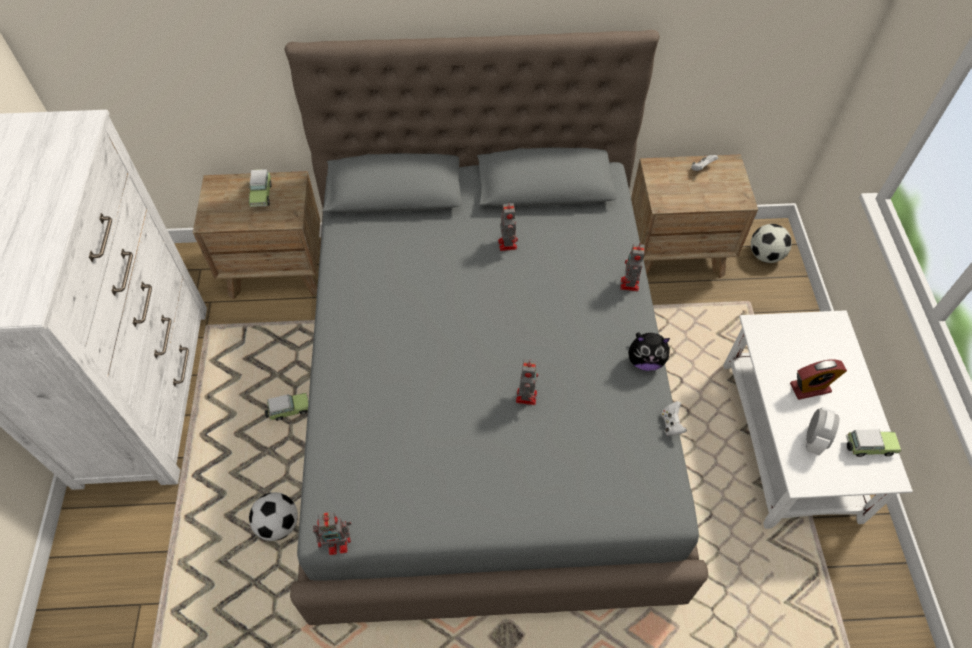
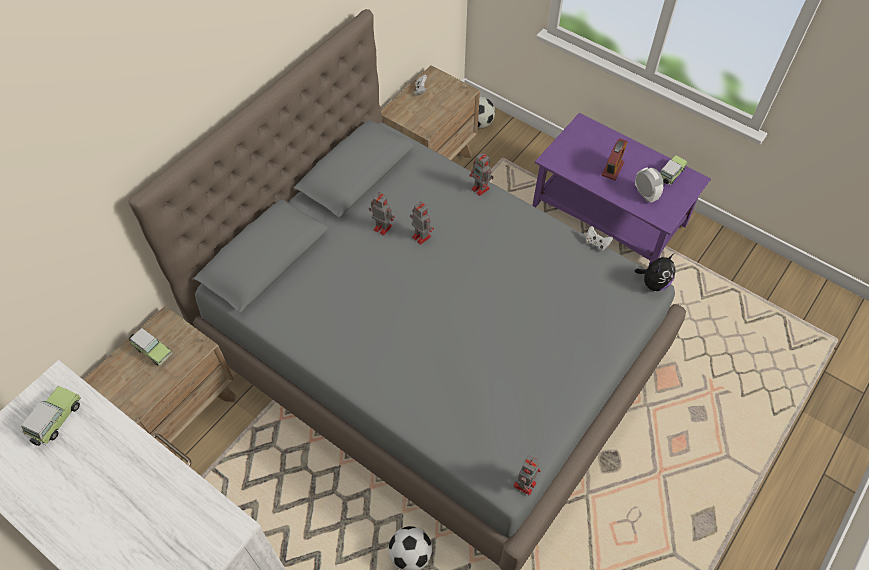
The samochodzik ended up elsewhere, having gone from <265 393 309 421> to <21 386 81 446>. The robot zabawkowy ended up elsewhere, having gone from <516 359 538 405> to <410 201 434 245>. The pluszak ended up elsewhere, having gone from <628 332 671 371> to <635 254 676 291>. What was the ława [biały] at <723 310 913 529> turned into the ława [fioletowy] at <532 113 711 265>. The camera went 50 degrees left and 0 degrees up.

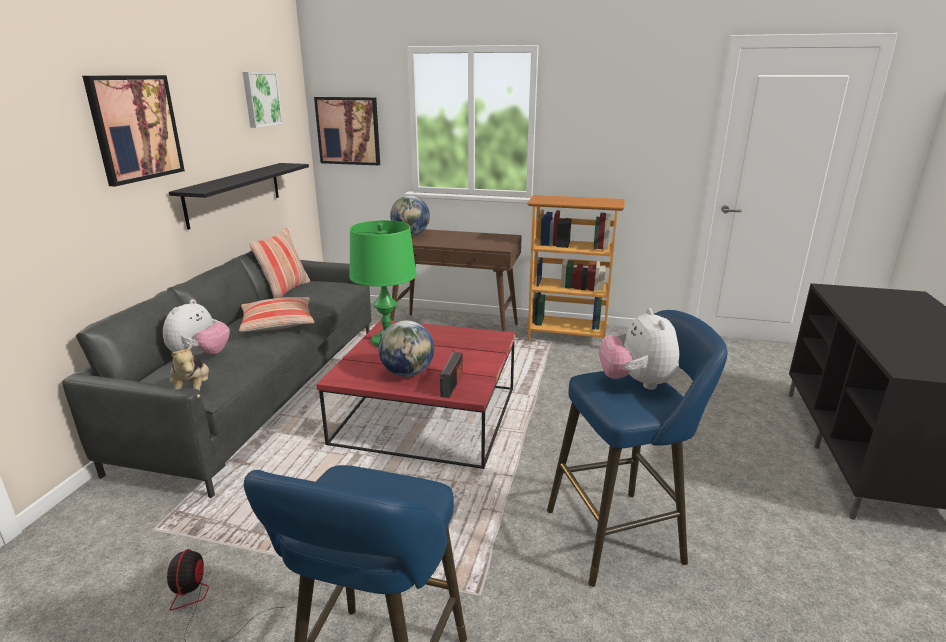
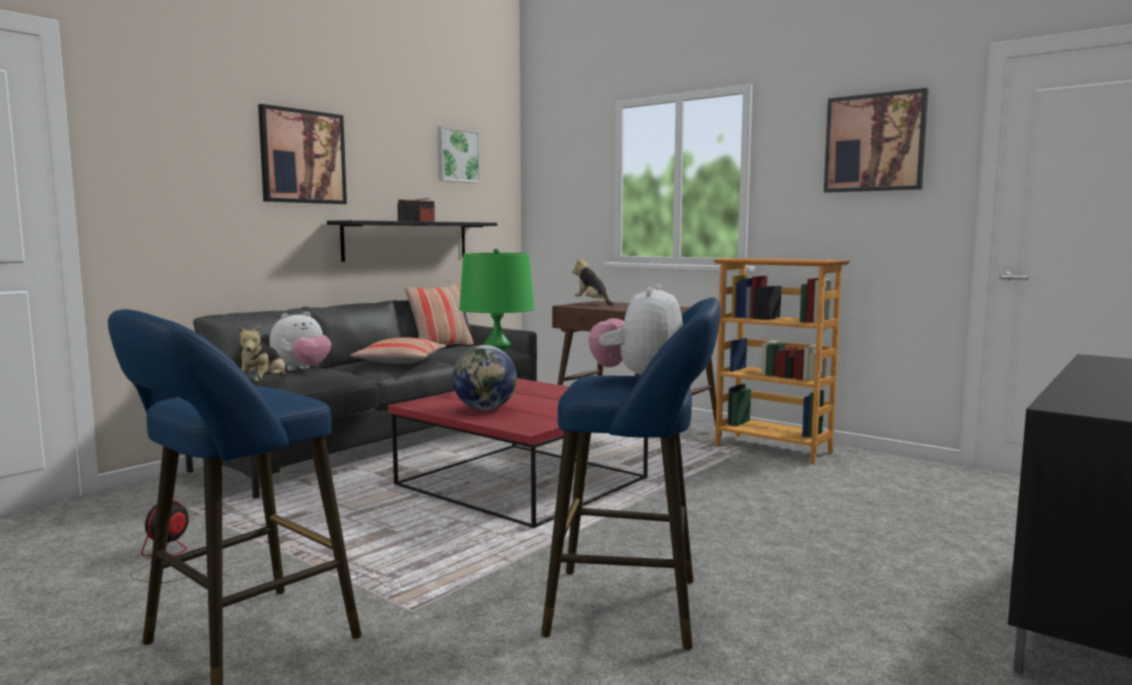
The obraz ended up elsewhere, having gone from <314 97 380 165> to <824 88 929 193>. Where the globus stood at <390 196 430 236>, the pluszak came to stand at <572 258 614 306>. The radio ended up elsewhere, having gone from <440 349 463 398> to <397 198 435 222>. The camera went 25 degrees right and 15 degrees down.

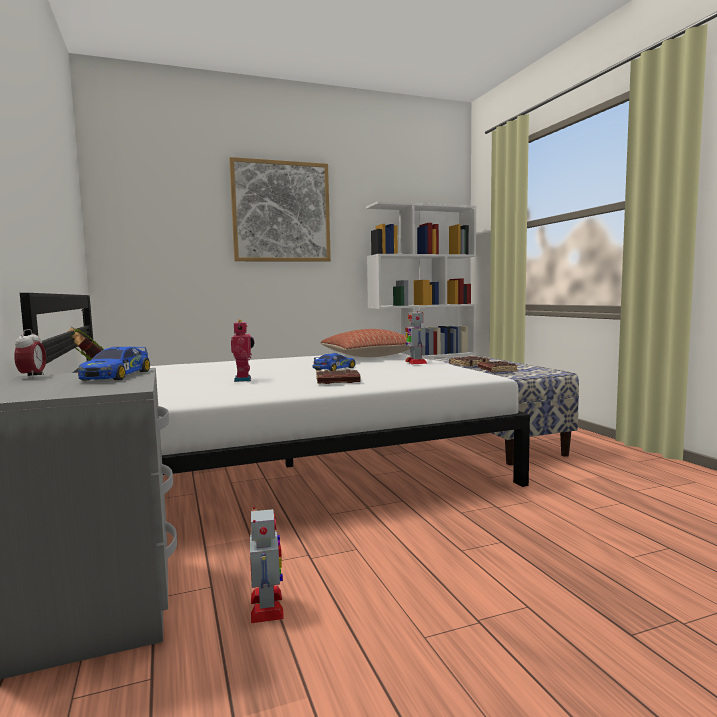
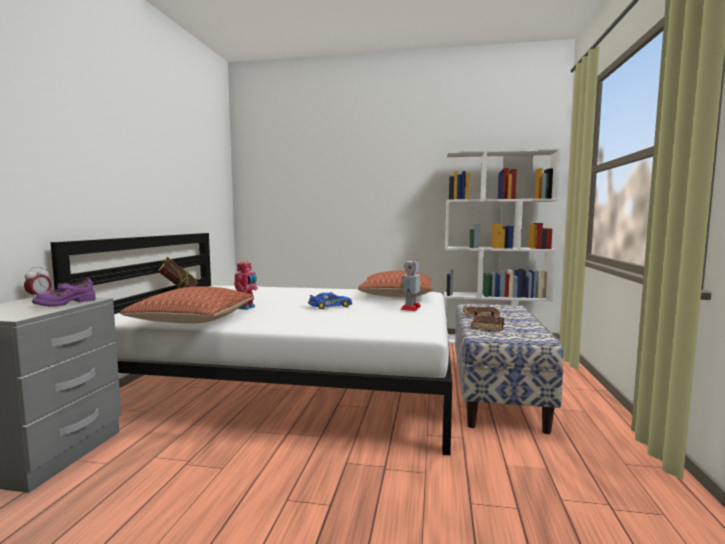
Where the samochodzik stood at <78 347 150 381>, the but [fioletowy] came to stand at <32 278 96 307>. The second view lost the obraz at <229 157 331 262>. The second view lost the robot zabawkowy at <250 507 284 623>. The second view lost the książka [brązowy] at <316 369 361 384>. The second view gained the poduszka at <120 286 254 323>. The camera went 30 degrees right and 0 degrees up.

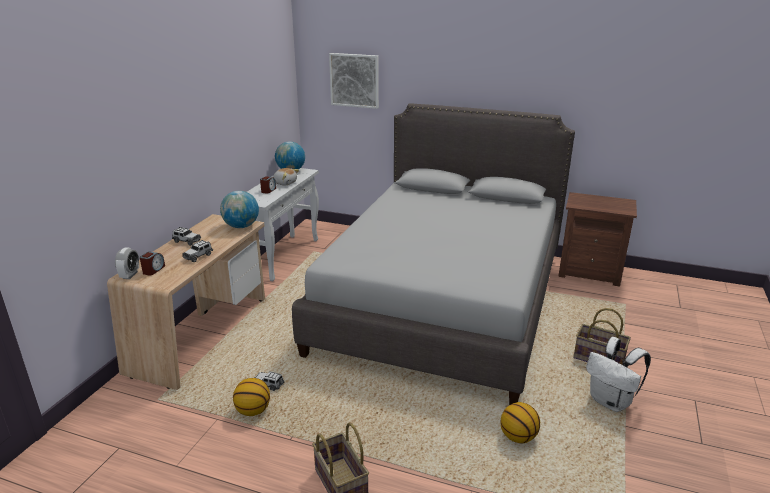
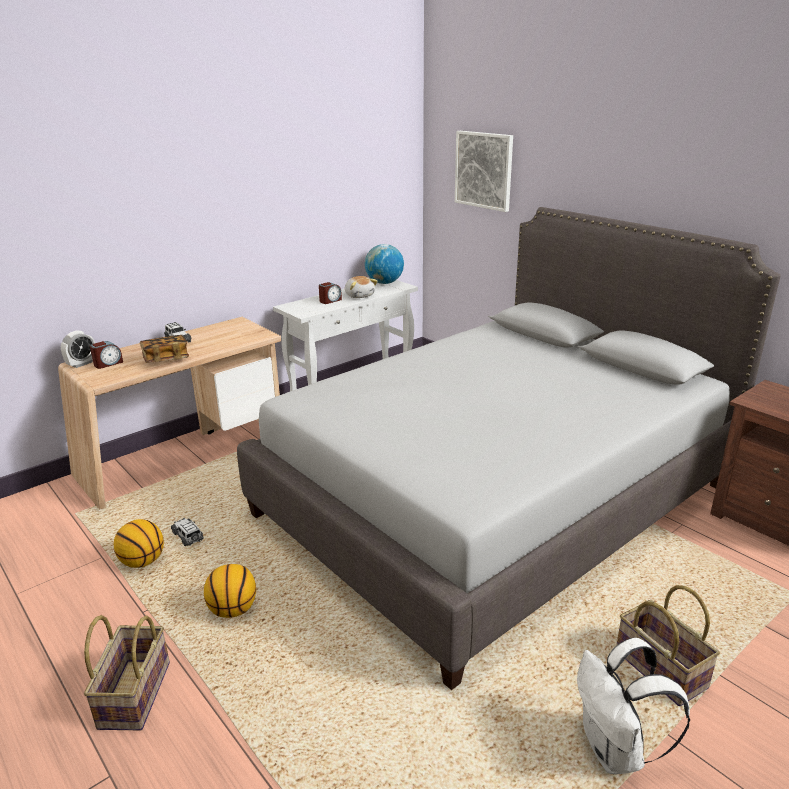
Where the samochodzik stood at <182 240 213 262>, the książka came to stand at <140 335 189 363>. The second view lost the globus at <220 191 259 228>. The piłka do koszykówki ended up elsewhere, having gone from <501 402 540 444> to <204 564 256 618>. The camera went 30 degrees right and 0 degrees up.

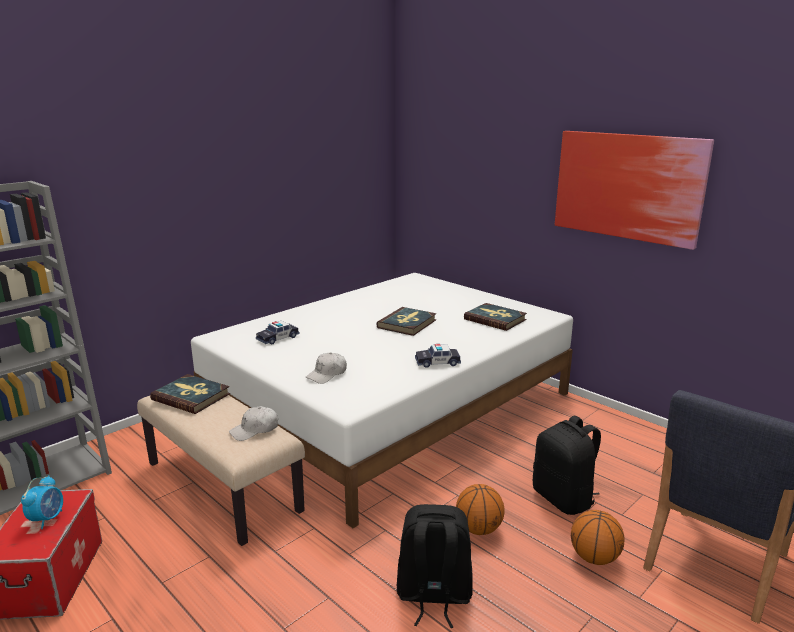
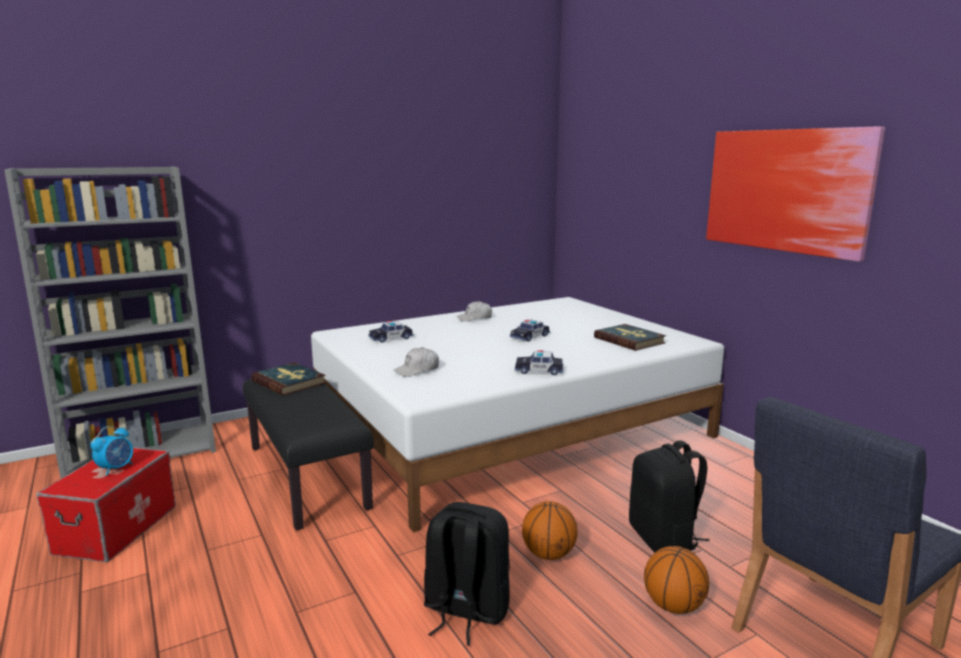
What was the ławka [beżowy] at <137 395 305 546> turned into the ławka [czarny] at <243 379 374 530>. The czapka z daszkiem [biały] ended up elsewhere, having gone from <229 406 278 441> to <456 301 492 322>. Where the książka stood at <376 307 436 336>, the samochodzik came to stand at <510 320 550 342>. The camera went 15 degrees right and 5 degrees down.

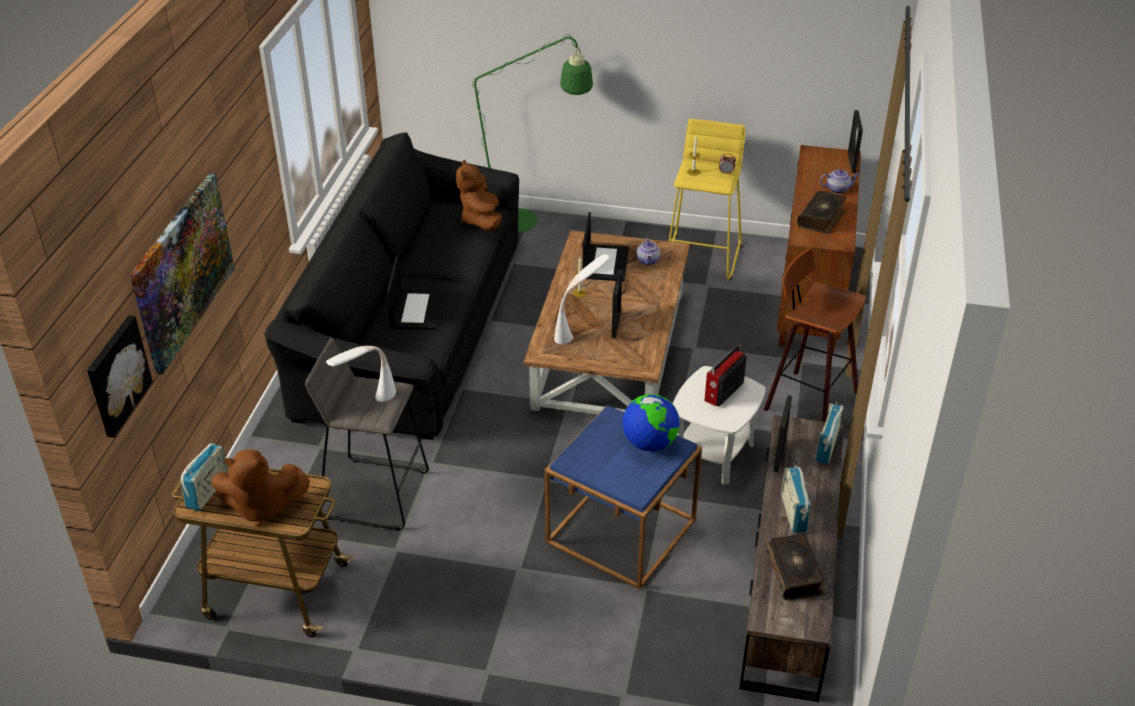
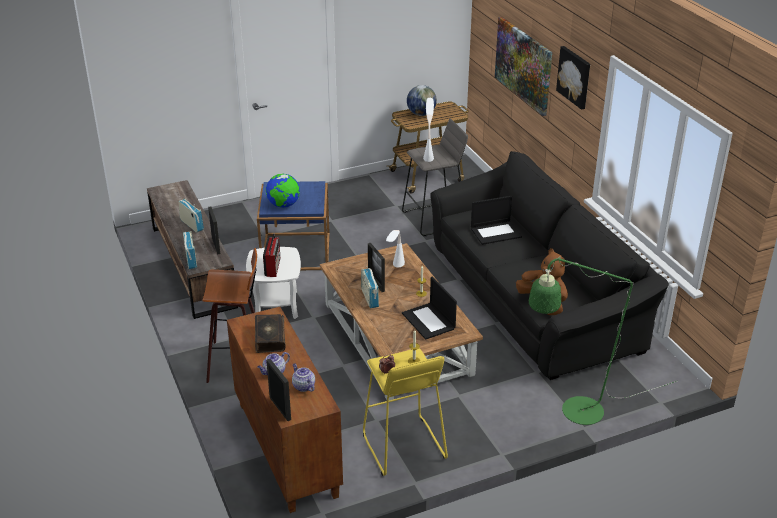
The obraz ended up elsewhere, having gone from <87 315 153 438> to <556 46 590 110>. The radio ended up elsewhere, having gone from <180 443 229 511> to <361 266 379 308>. Where the pluszak [brązowy] stood at <211 449 310 527>, the globus came to stand at <407 85 437 116>. The laptop at <387 257 443 330> ended up facing another way, 75 degrees counterclockwise from before. The imbryk ended up elsewhere, having gone from <636 237 660 266> to <292 363 315 392>. The second view lost the książka at <765 534 825 600>. The camera went 145 degrees right and 5 degrees down.

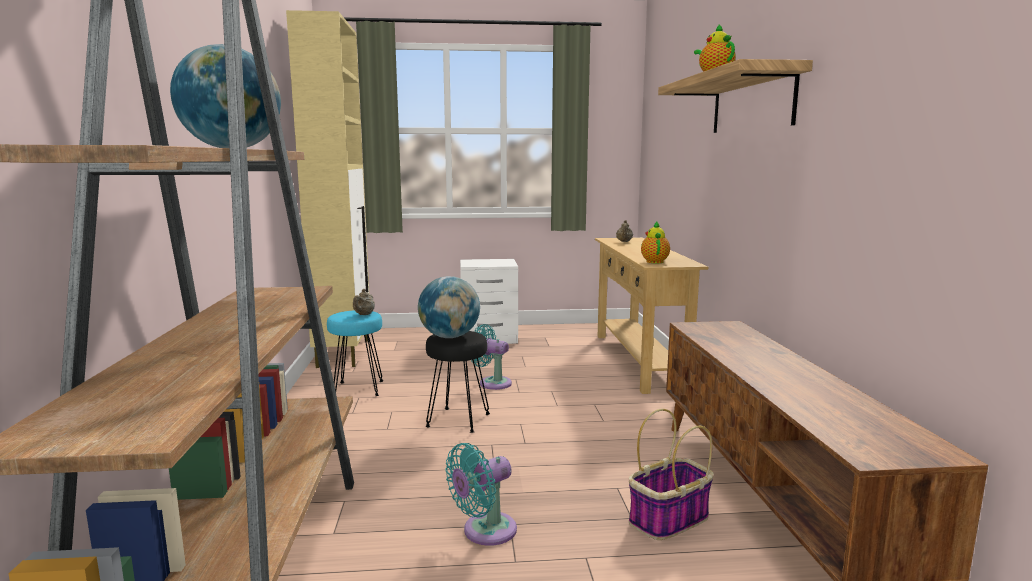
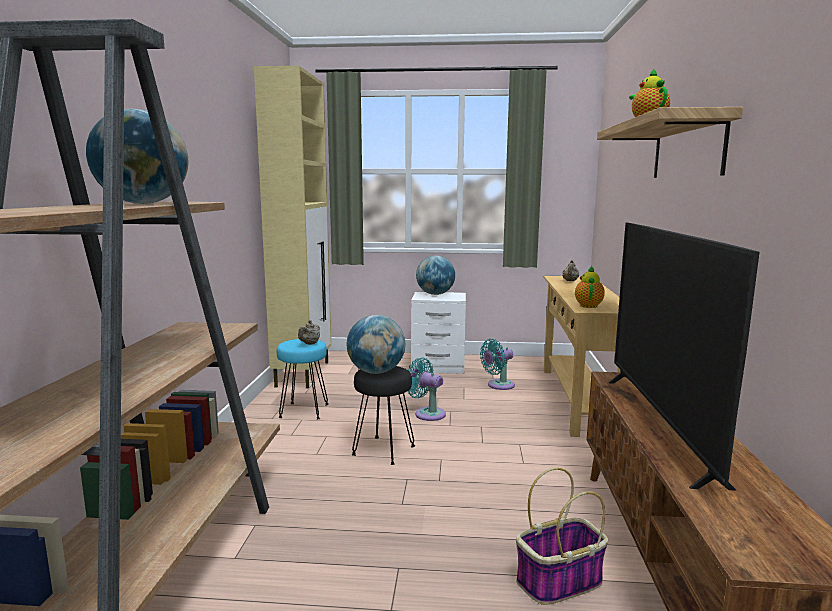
The wentylator [turkusowy] ended up elsewhere, having gone from <445 443 517 546> to <480 339 515 390>. The second view gained the globus at <416 256 455 295>. The second view gained the telewizor at <608 223 760 491>. The camera went 10 degrees right and 0 degrees up.

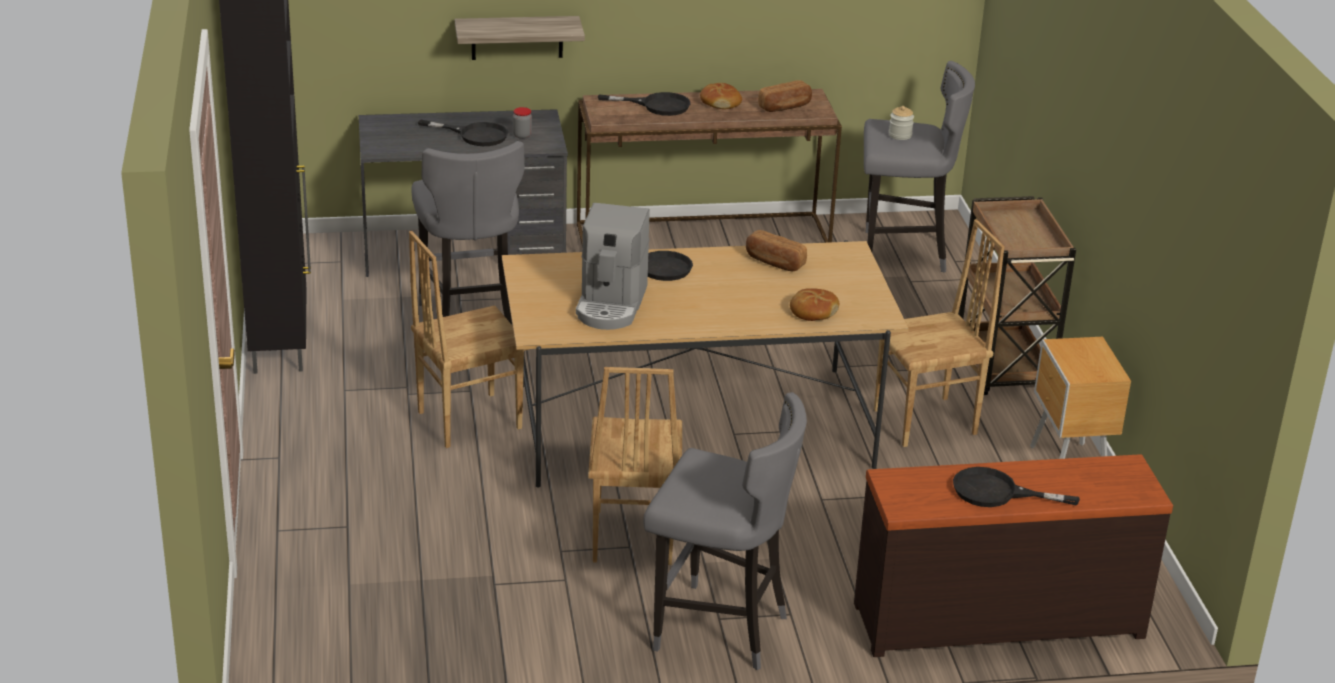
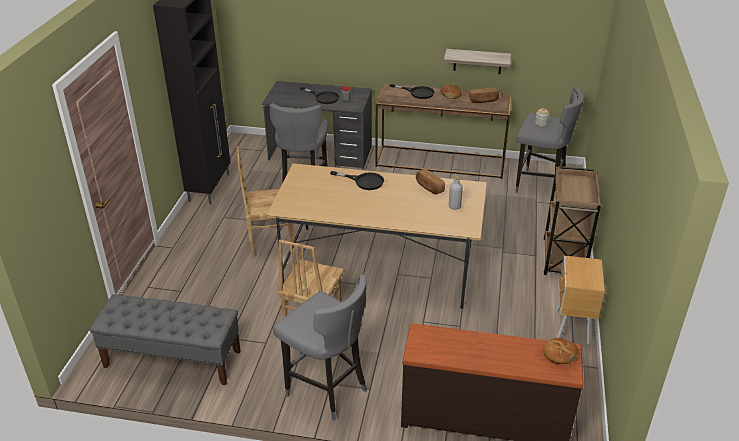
The półka ended up elsewhere, having gone from <455 16 585 60> to <444 49 511 74>. The second view lost the ekspres do kawy at <576 203 650 330>. The chleb ended up elsewhere, having gone from <790 288 839 321> to <543 338 578 364>. The second view lost the krzesło [brązowy] at <874 219 1005 447>. The second view lost the patelnia [czarny] at <953 467 1080 507>. The second view gained the ławka [szary] at <89 294 241 385>. The second view gained the butelka [szary] at <449 176 463 210>. The camera went 20 degrees right and 5 degrees up.

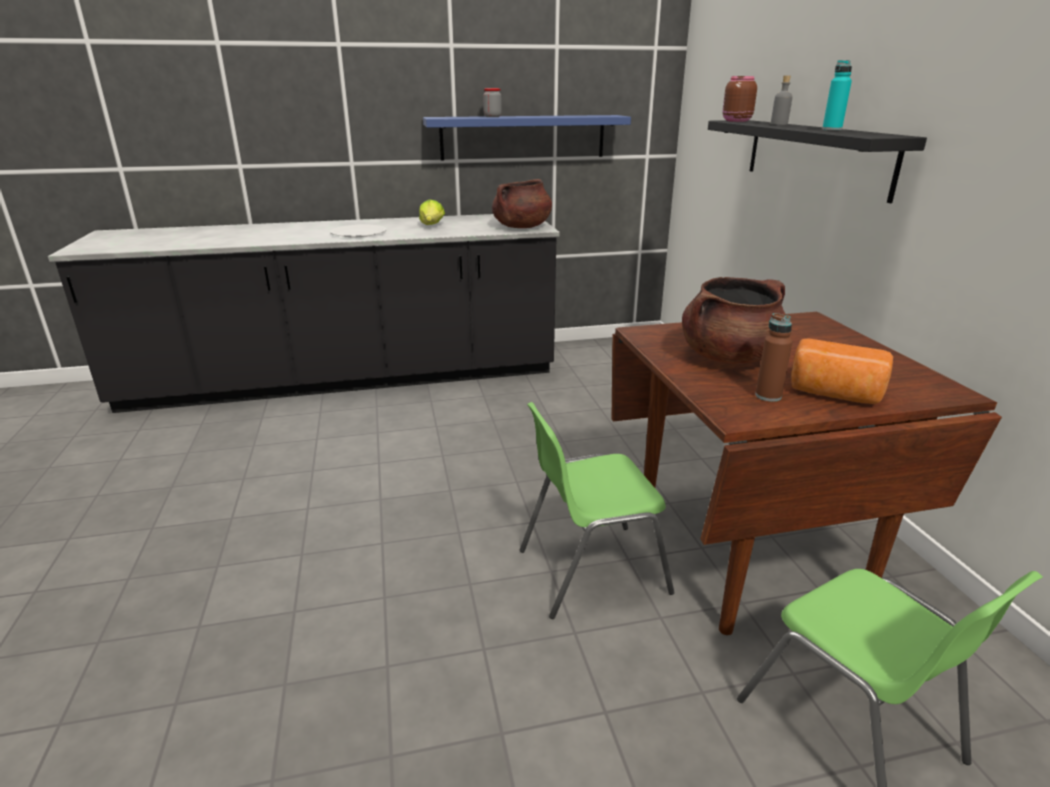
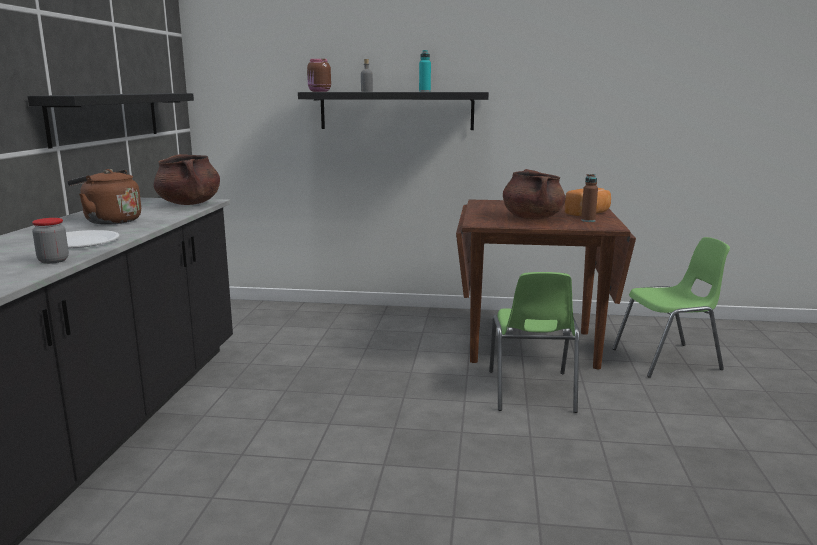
Where the sałata stood at <419 199 445 225>, the czajnik [brązowy] came to stand at <67 169 141 225>. What was the półka [niebieski] at <423 115 631 161> turned into the półka [czarny] at <28 93 194 149>. The słoik ended up elsewhere, having gone from <483 88 502 117> to <32 218 69 264>. The camera went 70 degrees left and 10 degrees down.

